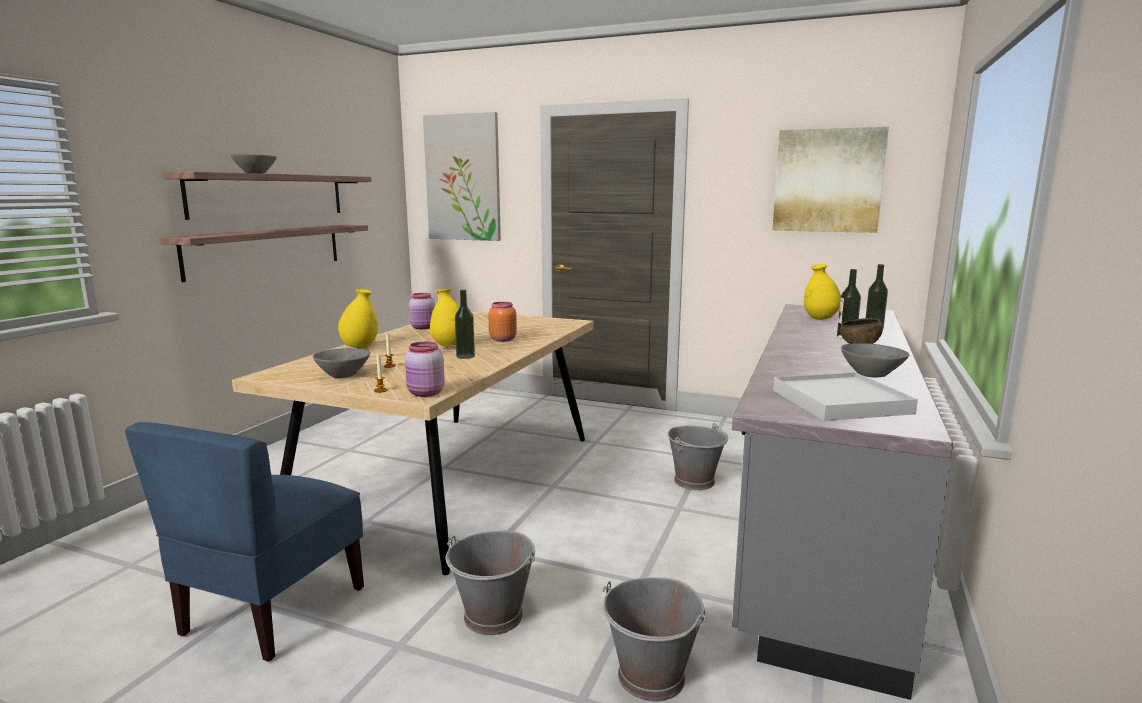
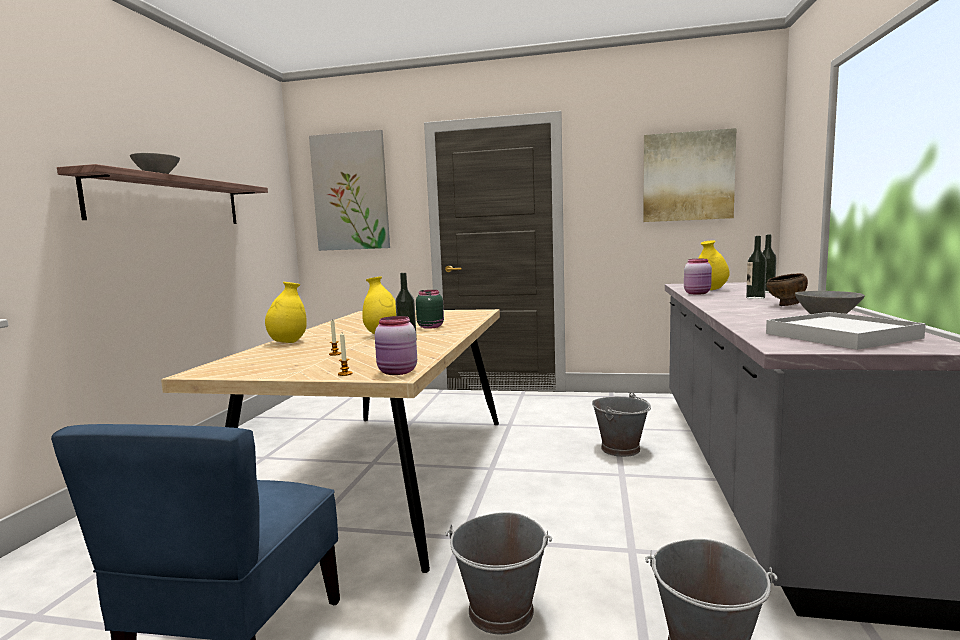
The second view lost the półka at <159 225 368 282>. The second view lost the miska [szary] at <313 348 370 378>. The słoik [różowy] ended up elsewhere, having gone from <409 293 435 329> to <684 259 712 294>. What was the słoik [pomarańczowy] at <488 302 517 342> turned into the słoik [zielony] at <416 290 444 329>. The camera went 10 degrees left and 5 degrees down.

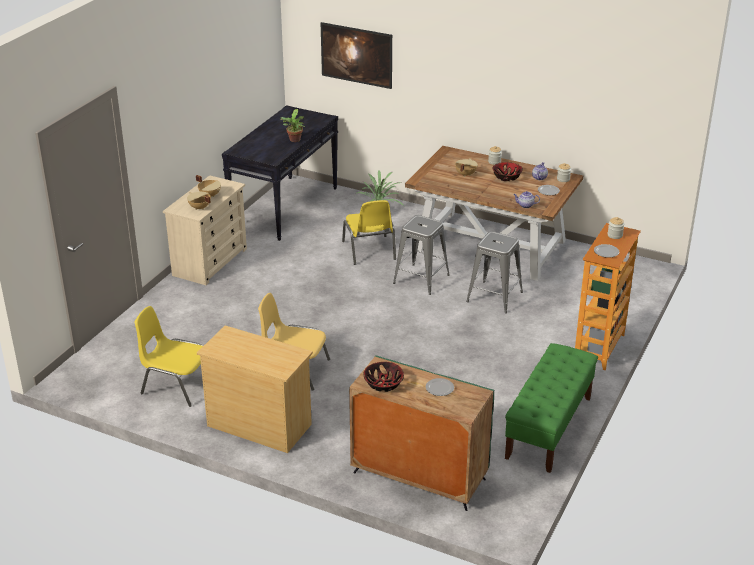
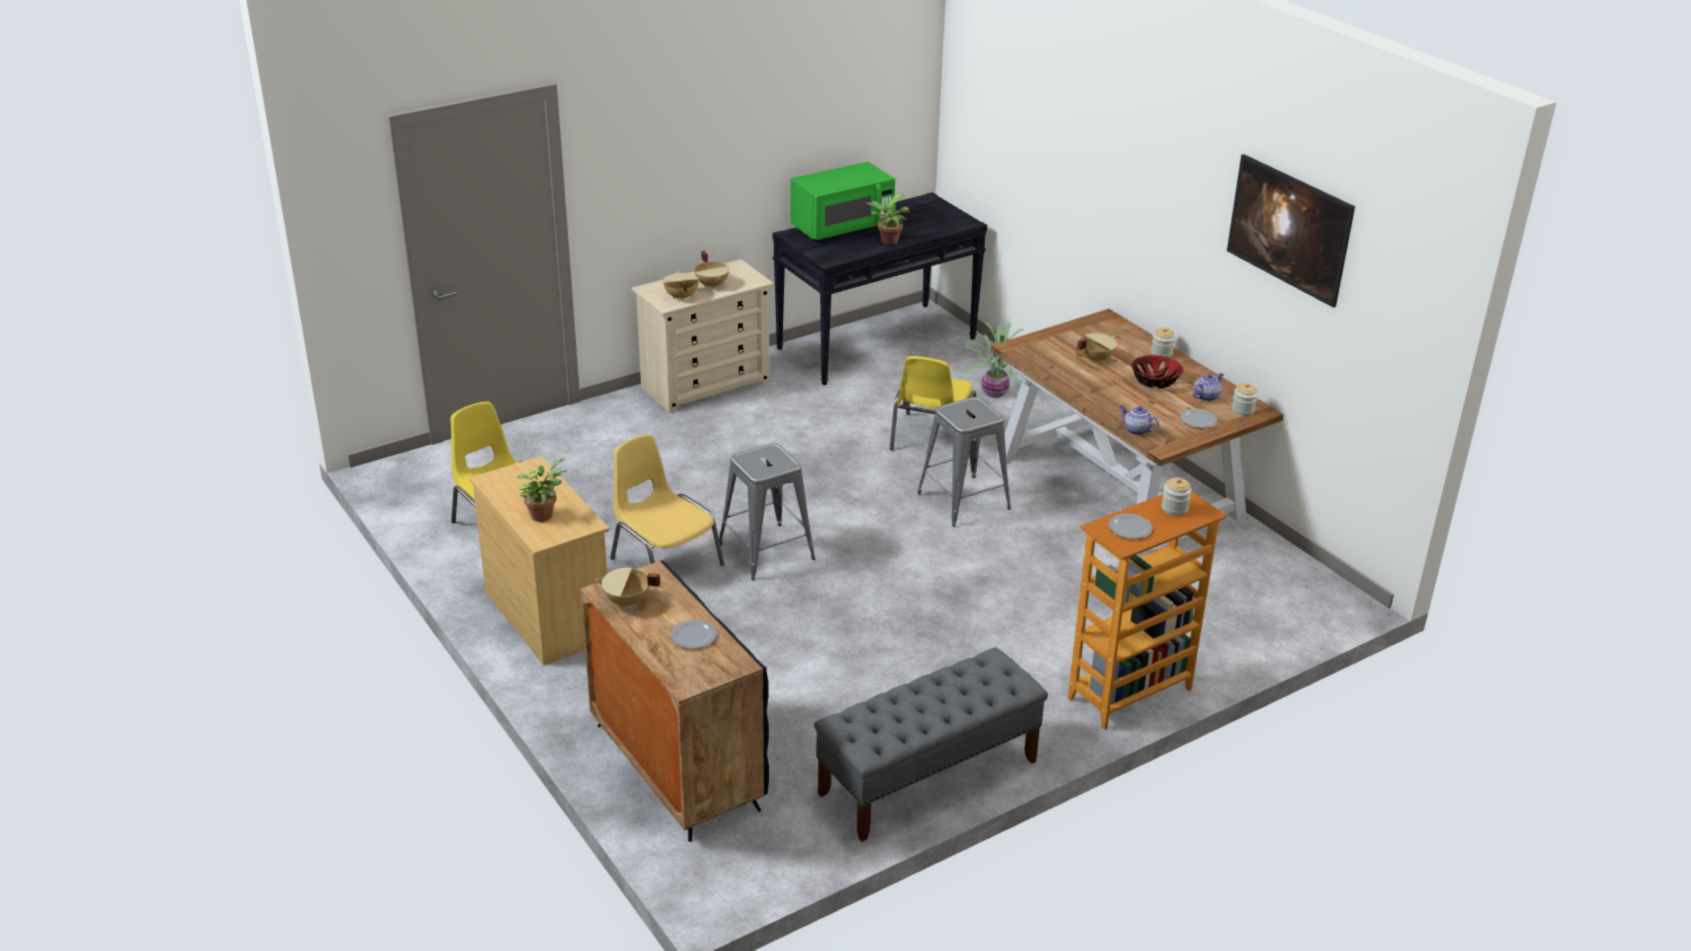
The obraz ended up elsewhere, having gone from <321 22 392 89> to <1227 154 1355 307>. What was the szafka [zielony] at <349 355 494 511> turned into the szafka [czarny] at <580 560 769 842>. Where the miska stood at <363 362 404 392>, the garnek [beżowy] came to stand at <596 568 660 608>. The stołek [szary] ended up elsewhere, having gone from <466 231 523 313> to <719 443 816 580>. What was the ławka [zielony] at <505 343 598 473> turned into the ławka [szary] at <814 647 1048 842>. The second view gained the roślina doniczkowa at <517 458 566 522>. The second view gained the mikrofalówka [zielony] at <790 162 895 240>. The camera went 30 degrees right and 0 degrees up.

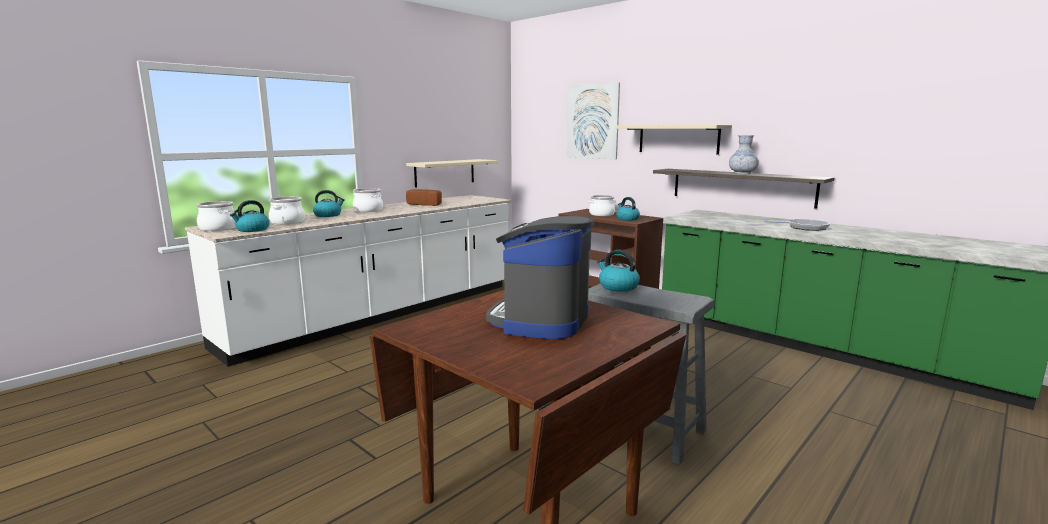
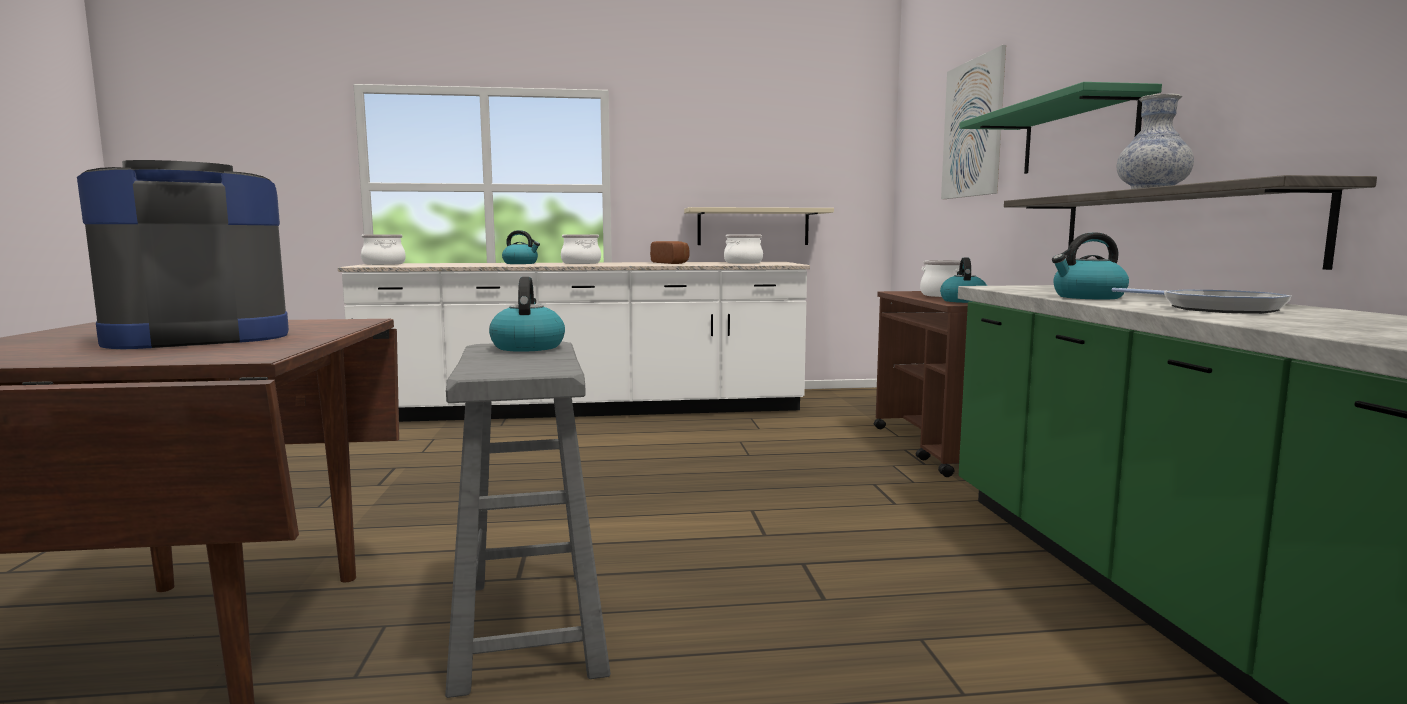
The czajnik ended up elsewhere, having gone from <230 200 270 232> to <1052 233 1129 300>. The garnek ended up elsewhere, having gone from <269 197 305 224> to <724 235 763 264>. What was the półka [beżowy] at <615 125 732 154> turned into the półka [zielony] at <959 82 1162 174>. The camera went 40 degrees right and 5 degrees down.

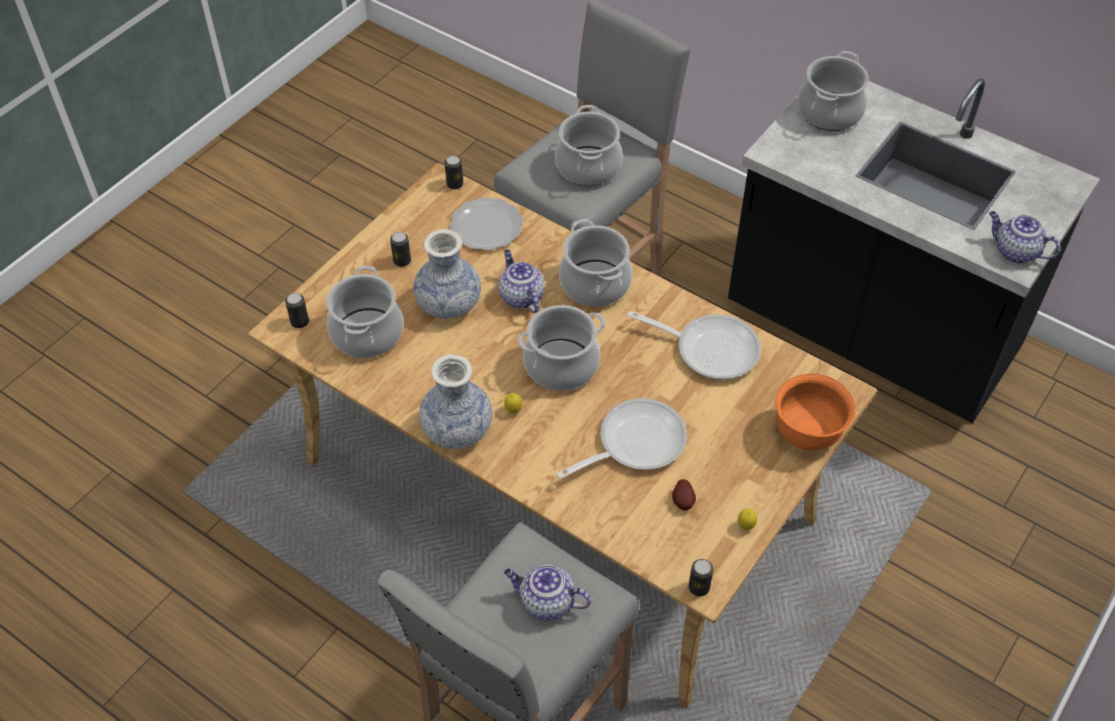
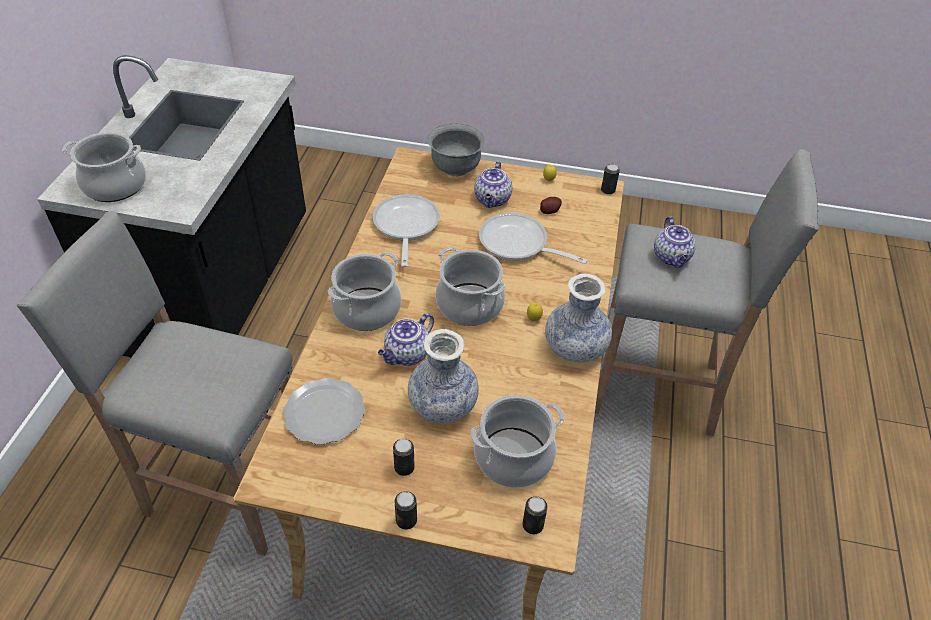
The puszka ended up elsewhere, having gone from <445 155 463 190> to <394 491 417 530>. The second view lost the garnek at <555 105 623 186>. What was the miska [pomarańczowy] at <775 374 856 451> turned into the miska [szary] at <427 124 485 177>. The imbryk ended up elsewhere, having gone from <989 211 1061 264> to <474 161 512 208>. The camera went 115 degrees left and 5 degrees down.

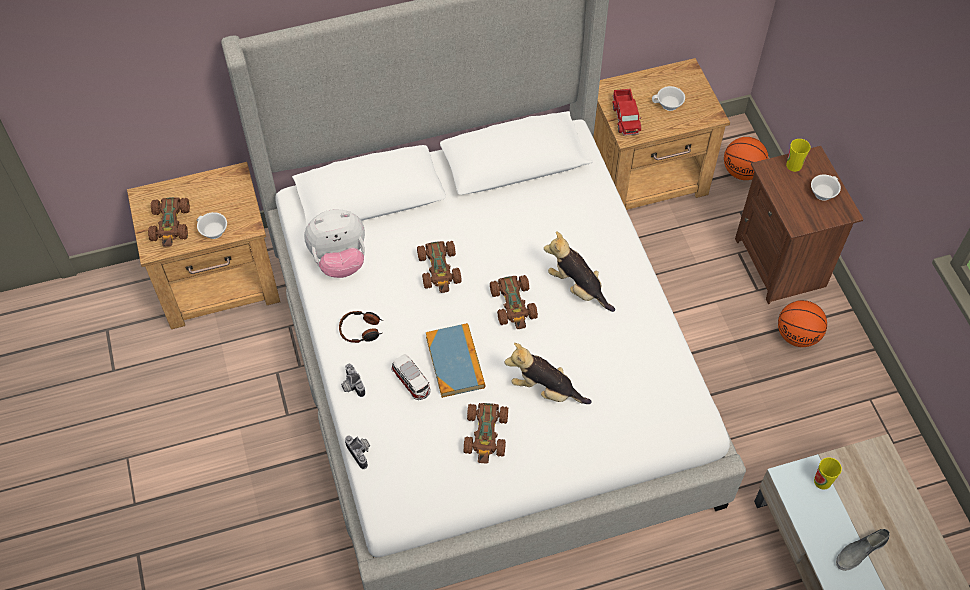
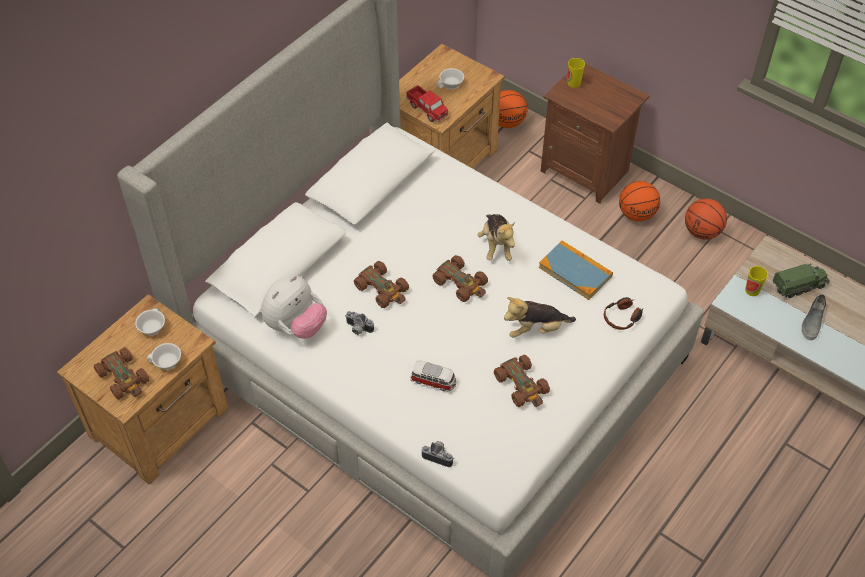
The słuchawki ended up elsewhere, having gone from <339 311 384 343> to <604 297 643 330>. The aparat fotograficzny ended up elsewhere, having gone from <341 363 365 397> to <345 311 374 335>. The książka ended up elsewhere, having gone from <426 323 485 398> to <539 240 613 300>. The pluszak at <544 232 615 312> ended up facing another way, 105 degrees counterclockwise from before. The filiżanka [biały] ended up elsewhere, having gone from <811 174 841 201> to <135 308 165 336>. The second view gained the piłka do koszykówki at <685 198 727 239>. The second view gained the ciężarówka zabawkowa at <773 263 830 298>. The camera went 35 degrees left and 5 degrees down.

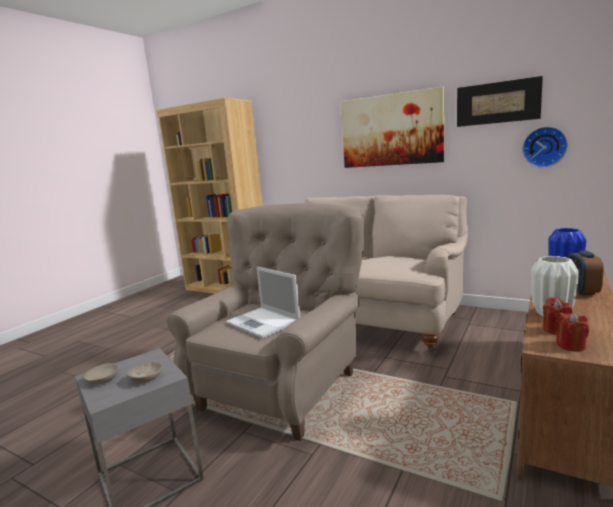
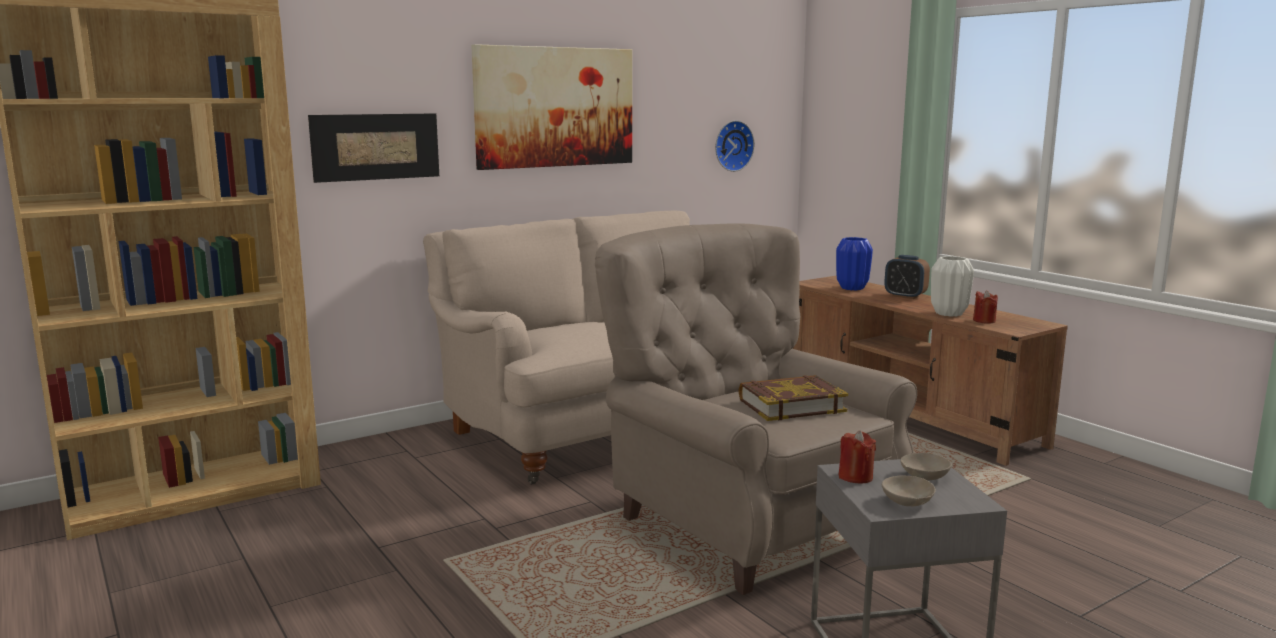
Where the laptop stood at <226 267 300 338>, the książka came to stand at <738 375 848 421>. The obraz ended up elsewhere, having gone from <457 76 543 127> to <308 113 439 183>. The świeca [czerwony] ended up elsewhere, having gone from <557 312 589 352> to <838 431 876 484>. The camera went 65 degrees left and 0 degrees up.

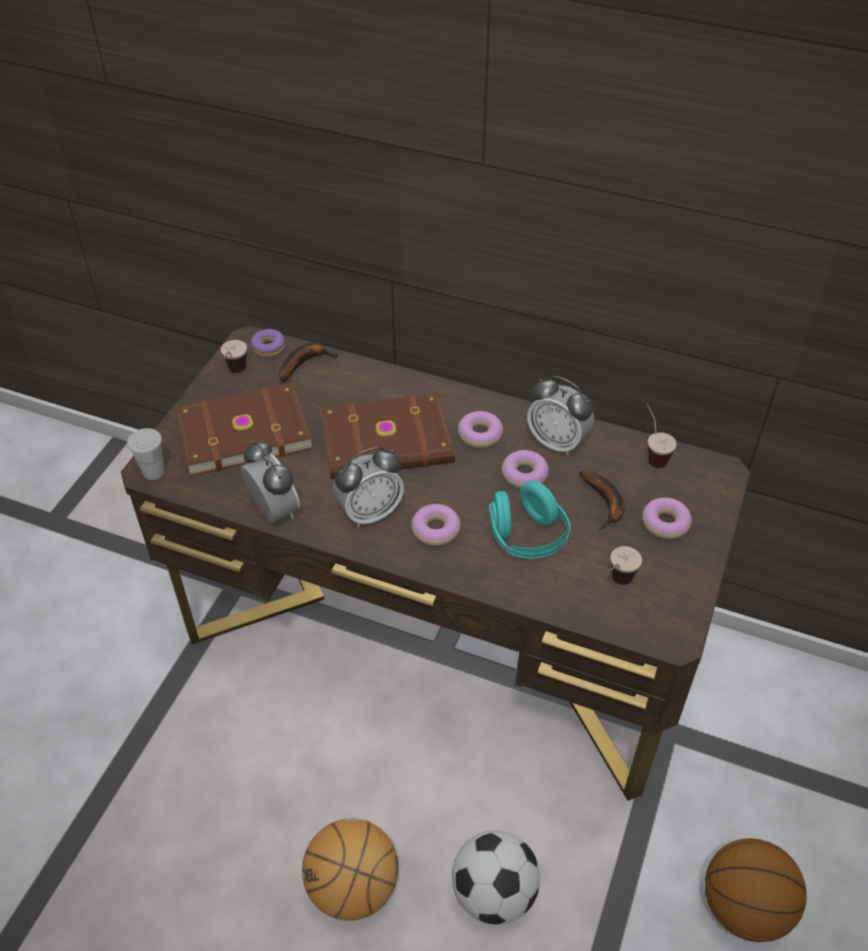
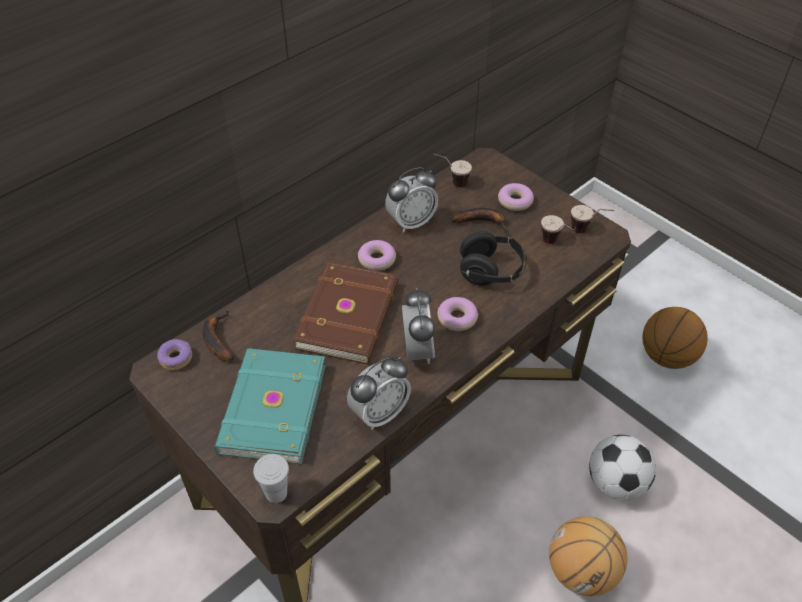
What was the książka [brązowy] at <175 382 313 476> turned into the książka [turkusowy] at <214 348 326 464>. The filiżanka ended up elsewhere, having gone from <221 340 247 373> to <571 205 614 233>. The budzik at <241 441 300 523> ended up facing another way, 150 degrees clockwise from before. What was the słuchawki [turkusowy] at <488 481 571 559> turned into the słuchawki [czarny] at <460 231 527 286>. The second view lost the donut at <502 450 549 489>. The camera went 65 degrees left and 0 degrees up.

